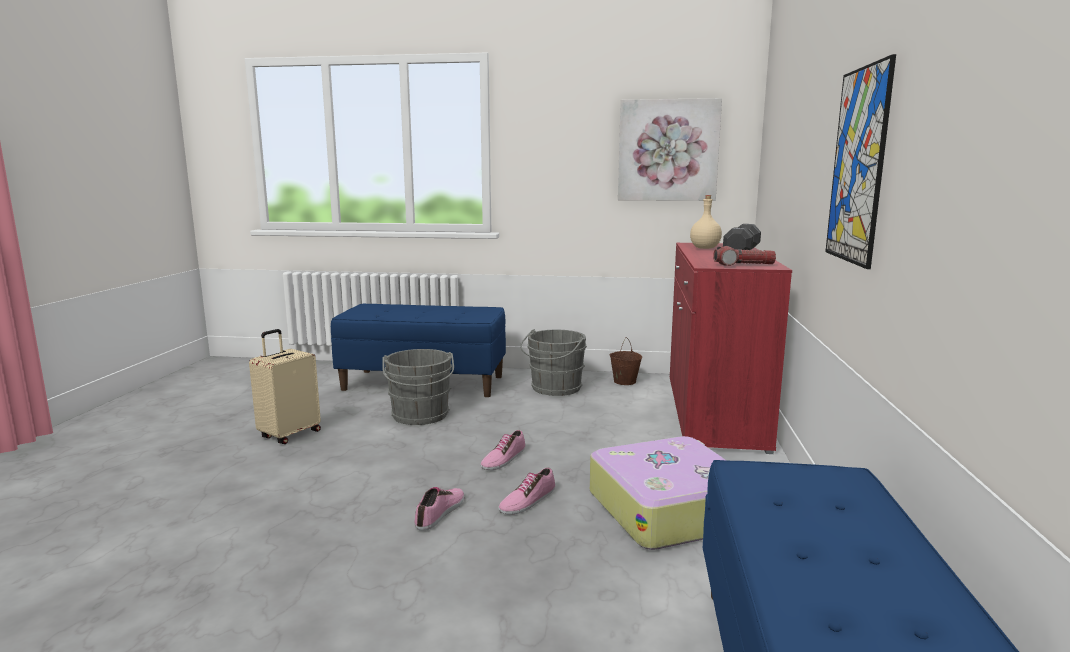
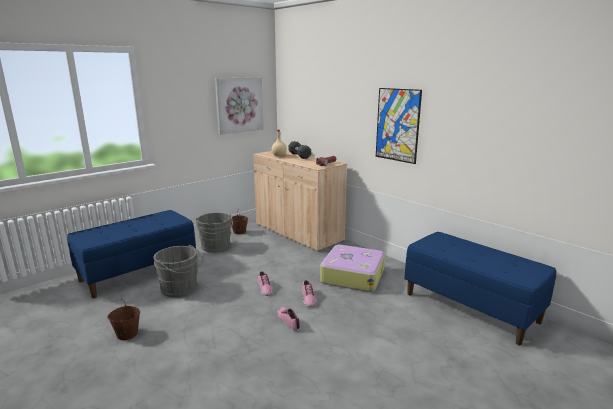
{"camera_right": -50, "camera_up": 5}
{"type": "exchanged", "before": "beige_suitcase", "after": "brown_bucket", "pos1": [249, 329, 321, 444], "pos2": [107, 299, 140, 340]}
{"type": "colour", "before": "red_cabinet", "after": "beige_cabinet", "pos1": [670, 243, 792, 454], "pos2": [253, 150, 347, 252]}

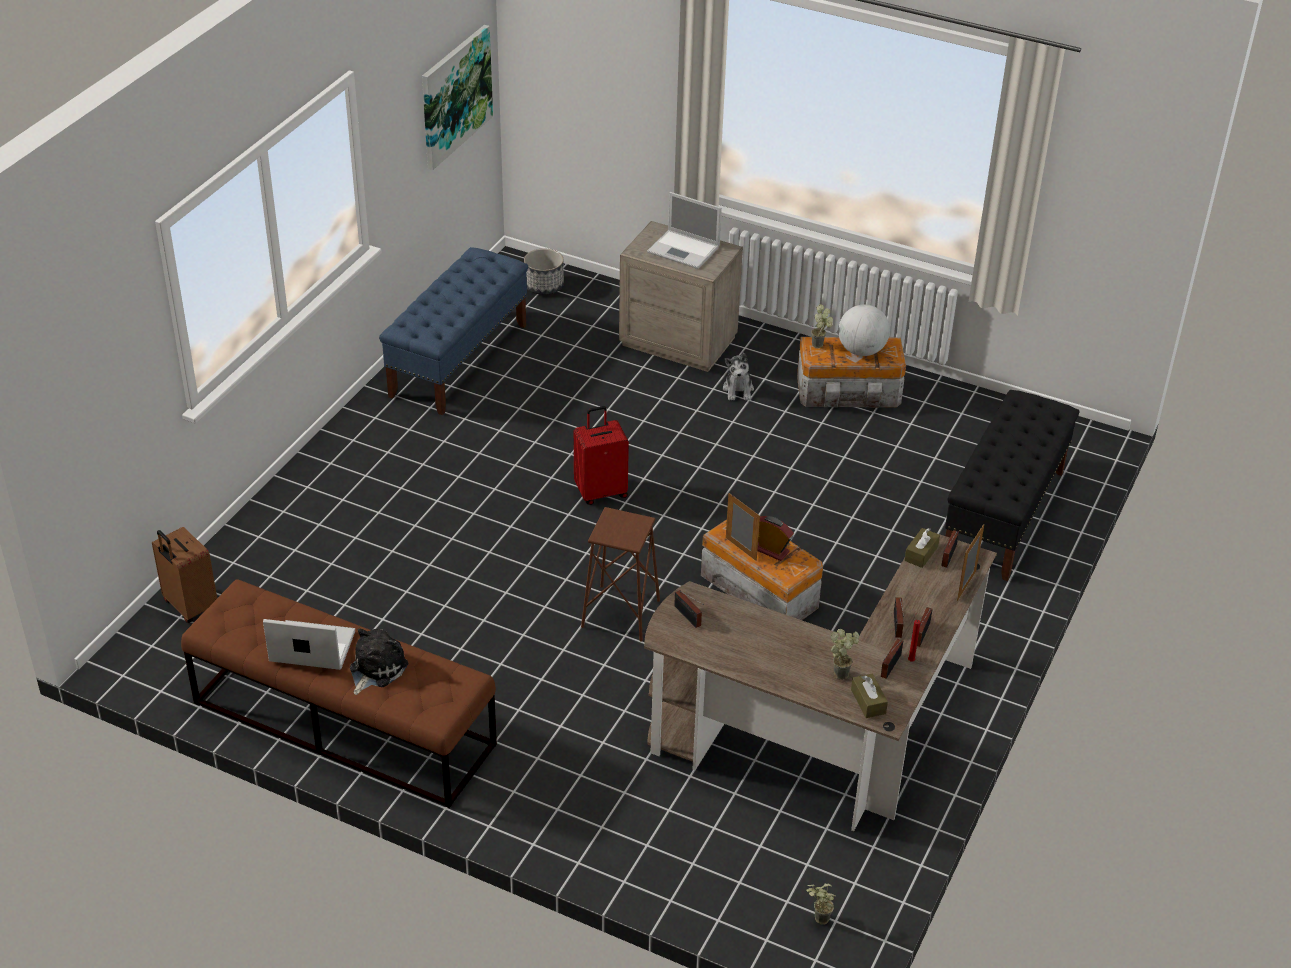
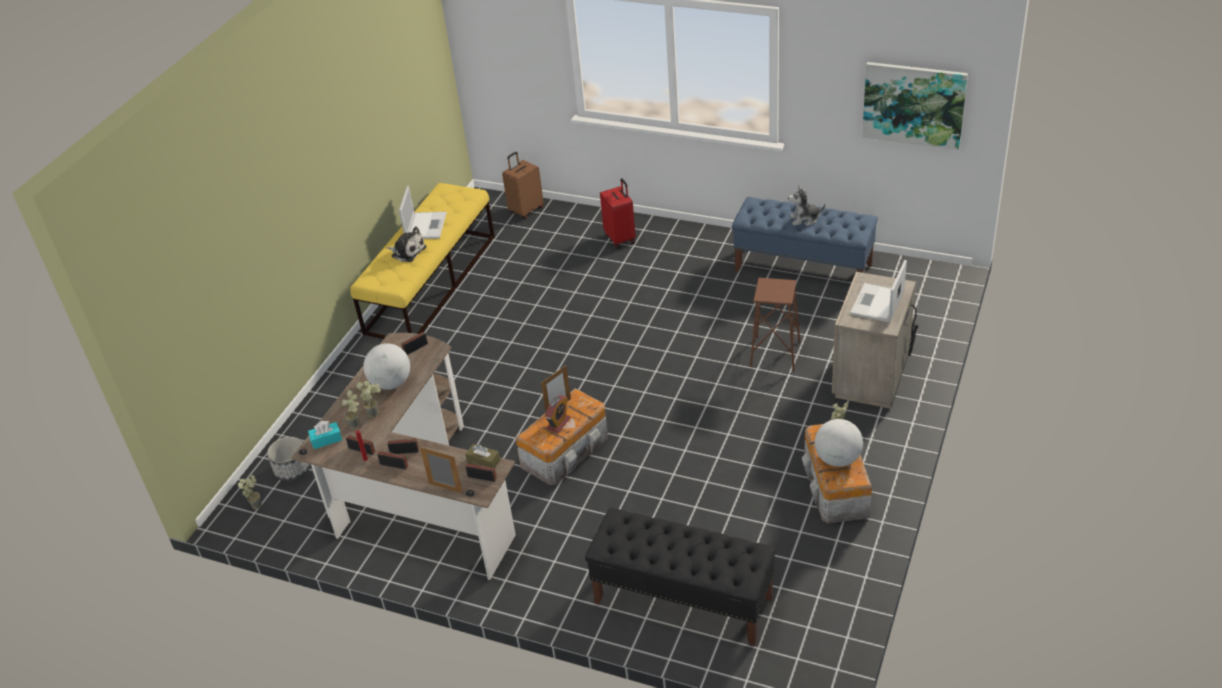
{"camera_right": 90, "camera_up": 0}
{"type": "relocated", "before": "planter", "pos1": [524, 249, 564, 295], "pos2": [267, 437, 310, 481]}
{"type": "colour", "before": "brown_tissue_box", "after": "turquoise_tissue_box", "pos1": [851, 673, 888, 718], "pos2": [308, 421, 342, 449]}
{"type": "colour", "before": "brown_bench", "after": "yellow_bench", "pos1": [181, 579, 497, 808], "pos2": [350, 183, 495, 339]}
{"type": "appeared", "after": "potted_plant", "pos2": [356, 381, 381, 418]}
{"type": "appeared", "after": "globe", "pos2": [363, 343, 410, 390]}
{"type": "relocated", "before": "red_suitcase", "pos1": [574, 406, 629, 505], "pos2": [600, 178, 636, 249]}
{"type": "relocated", "before": "brown_stool", "pos1": [581, 507, 660, 642], "pos2": [750, 278, 800, 371]}
{"type": "relocated", "before": "plush_toy", "pos1": [723, 353, 754, 400], "pos2": [788, 185, 825, 226]}

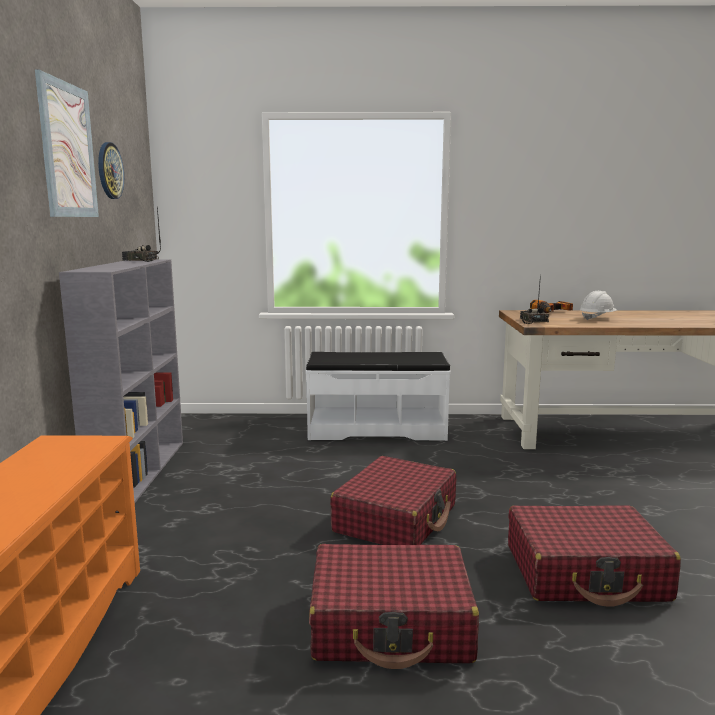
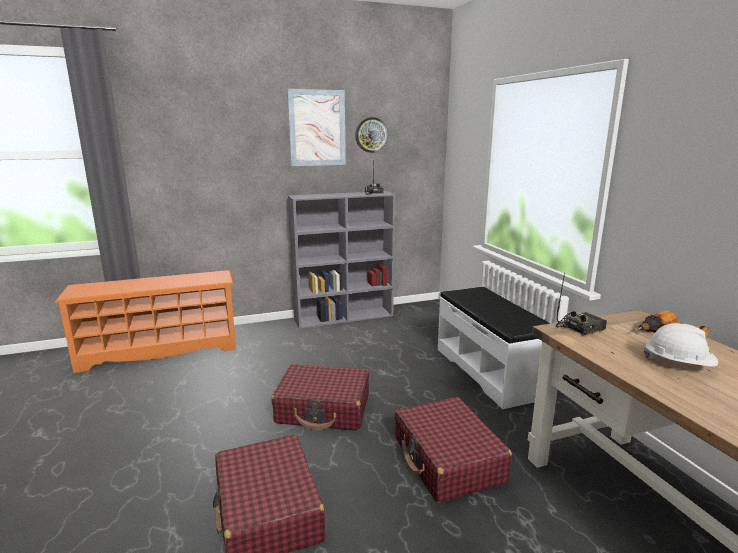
{"camera_right": 70, "camera_up": 5}
{"type": "relocated", "before": "red_suitcase", "pos1": [309, 544, 479, 669], "pos2": [395, 397, 512, 503]}

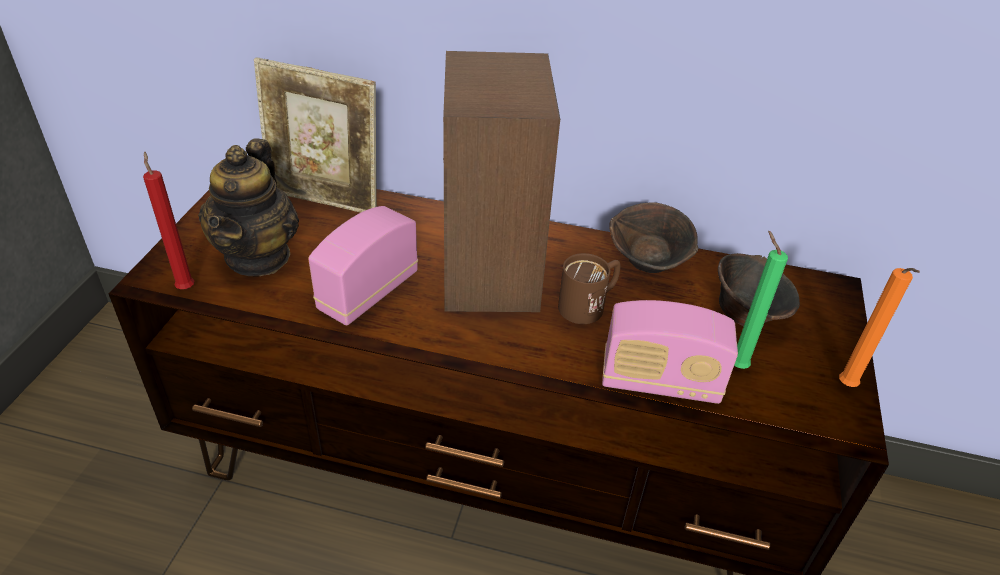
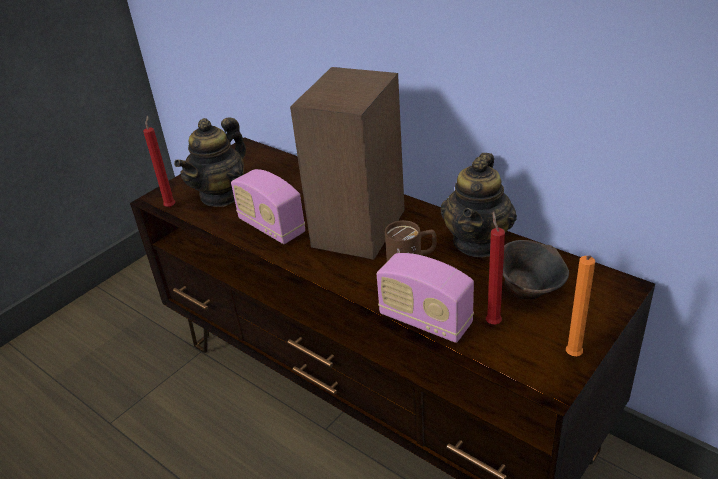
{"camera_right": 30, "camera_up": -5}
{"type": "spun", "before": "radio", "pos1": [308, 206, 418, 326], "pos2": [231, 169, 305, 244], "turn": -105}
{"type": "exchanged", "before": "brown_bowl", "after": "teapot", "pos1": [609, 202, 698, 273], "pos2": [441, 153, 517, 257]}
{"type": "colour", "before": "green_candle", "after": "red_candle", "pos1": [734, 231, 788, 369], "pos2": [486, 212, 505, 324]}
{"type": "missing", "before": "picture_frame", "pos1": [254, 57, 377, 213]}

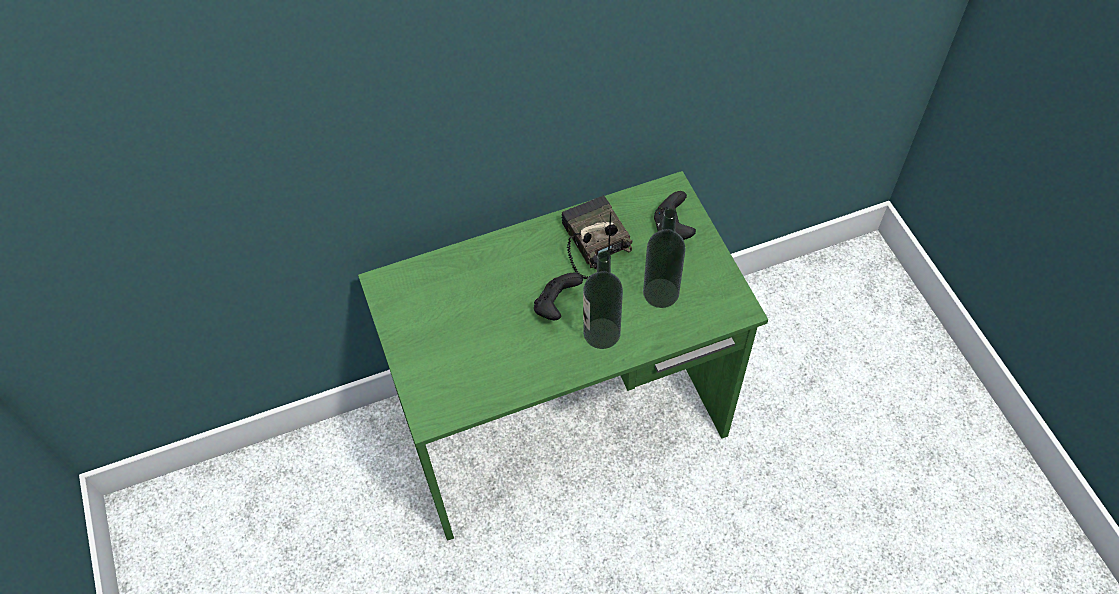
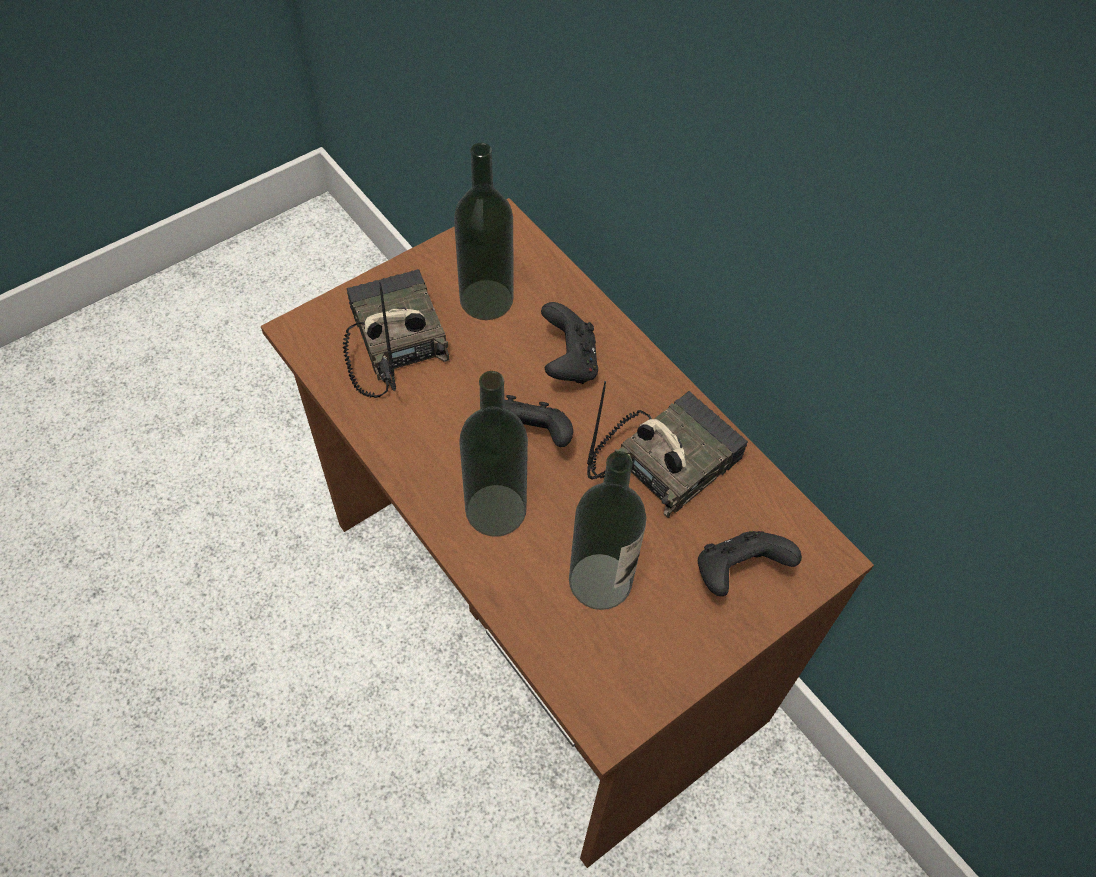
{"camera_right": 70, "camera_up": 0}
{"type": "colour", "before": "green_desk", "after": "brown_desk", "pos1": [358, 171, 768, 541], "pos2": [261, 198, 874, 868]}
{"type": "appeared", "after": "radio", "pos2": [342, 269, 449, 398]}
{"type": "appeared", "after": "bottle", "pos2": [454, 143, 514, 320]}
{"type": "appeared", "after": "black_game_controller", "pos2": [541, 302, 598, 384]}

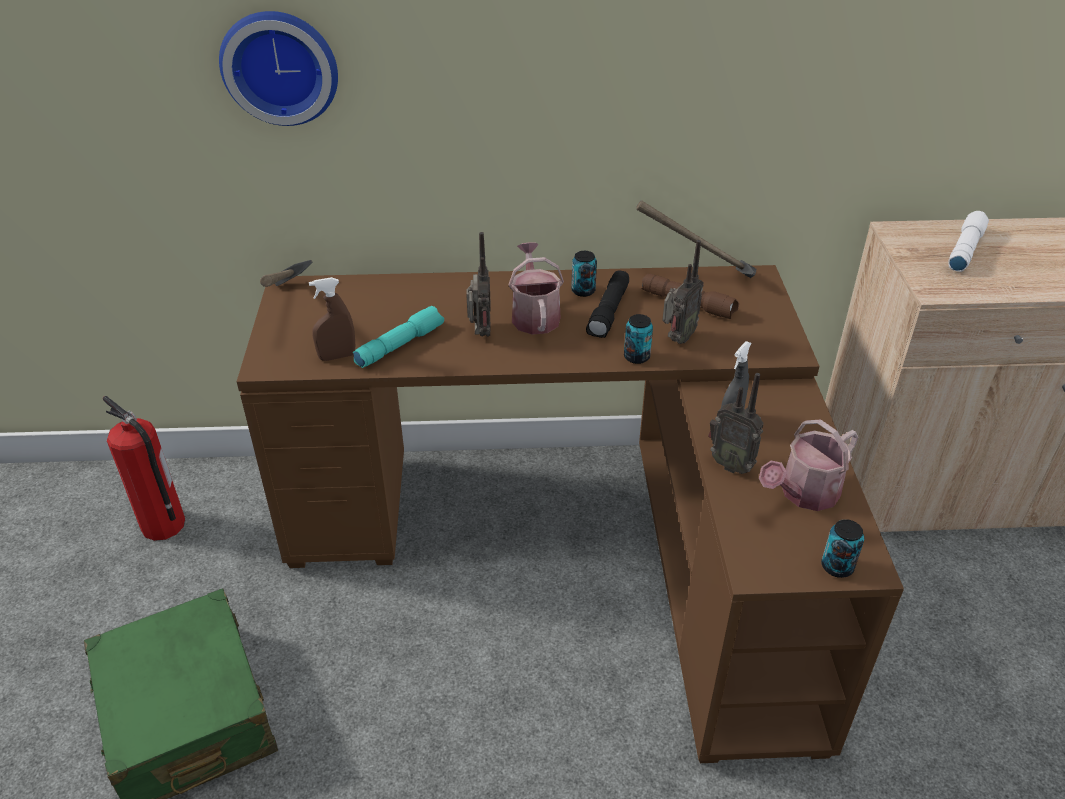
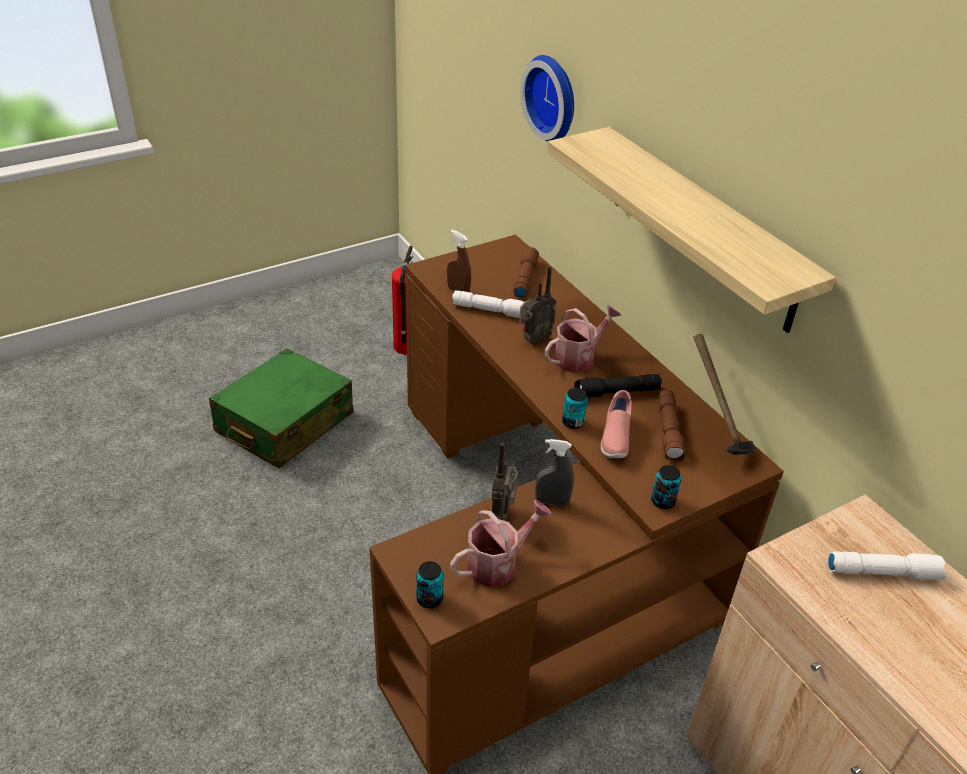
{"camera_right": 60, "camera_up": 0}
{"type": "spun", "before": "watering_can", "pos1": [759, 420, 859, 511], "pos2": [450, 500, 552, 588], "turn": 120}
{"type": "colour", "before": "turquoise_flashlight", "after": "white_flashlight", "pos1": [353, 306, 444, 368], "pos2": [452, 290, 524, 318]}
{"type": "appeared", "after": "brown_flashlight", "pos2": [514, 247, 539, 298]}
{"type": "appeared", "after": "shelf", "pos2": [547, 127, 836, 333]}
{"type": "exchanged", "before": "radio", "after": "pink_shoe", "pos1": [662, 240, 704, 344], "pos2": [601, 390, 632, 458]}
{"type": "relocated", "before": "can", "pos1": [571, 251, 597, 297], "pos2": [651, 465, 681, 509]}
{"type": "missing", "before": "hammer", "pos1": [260, 260, 312, 287]}

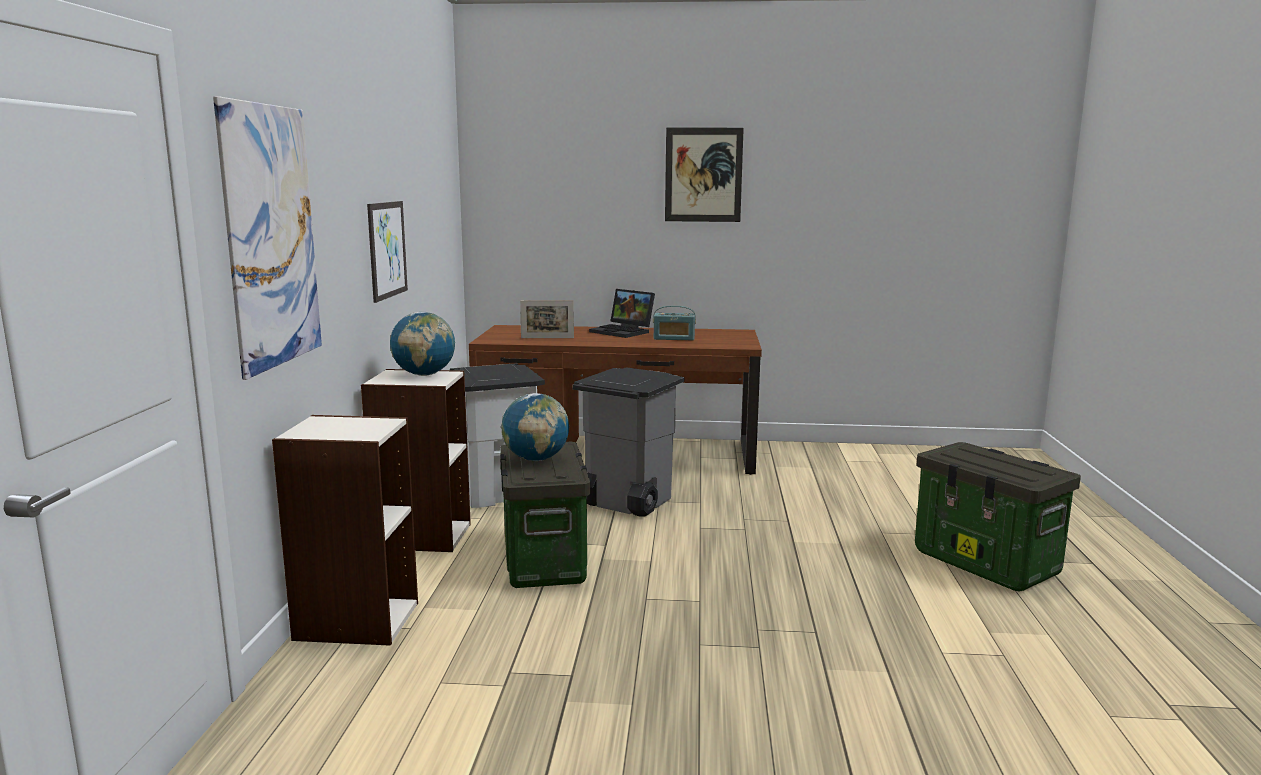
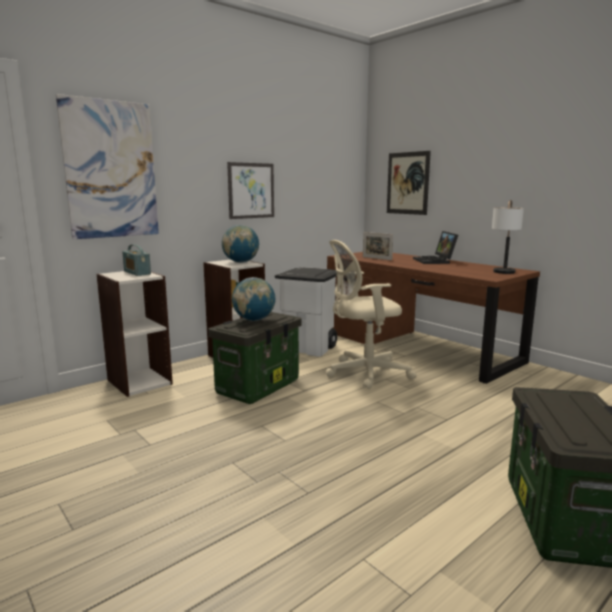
{"camera_right": 45, "camera_up": 0}
{"type": "relocated", "before": "radio", "pos1": [653, 306, 696, 340], "pos2": [122, 244, 151, 276]}
{"type": "exchanged", "before": "grey_trash_can", "after": "beige_office_chair", "pos1": [572, 367, 684, 517], "pos2": [325, 240, 417, 389]}
{"type": "relocated", "before": "picture", "pos1": [665, 128, 744, 222], "pos2": [387, 151, 431, 215]}
{"type": "appeared", "after": "table_lamp", "pos2": [492, 200, 524, 274]}

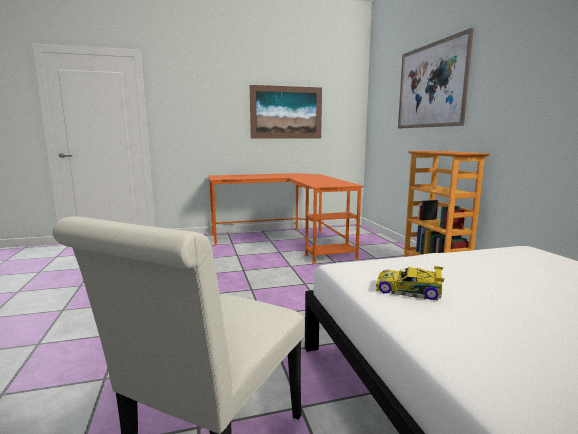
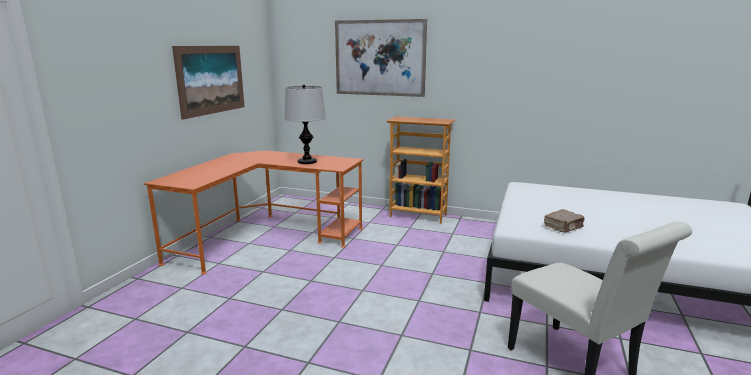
{"camera_right": -55, "camera_up": 5}
{"type": "appeared", "after": "table_lamp", "pos2": [284, 85, 326, 164]}
{"type": "exchanged", "before": "toy_car", "after": "brown_book", "pos1": [376, 266, 444, 301], "pos2": [544, 209, 584, 233]}

